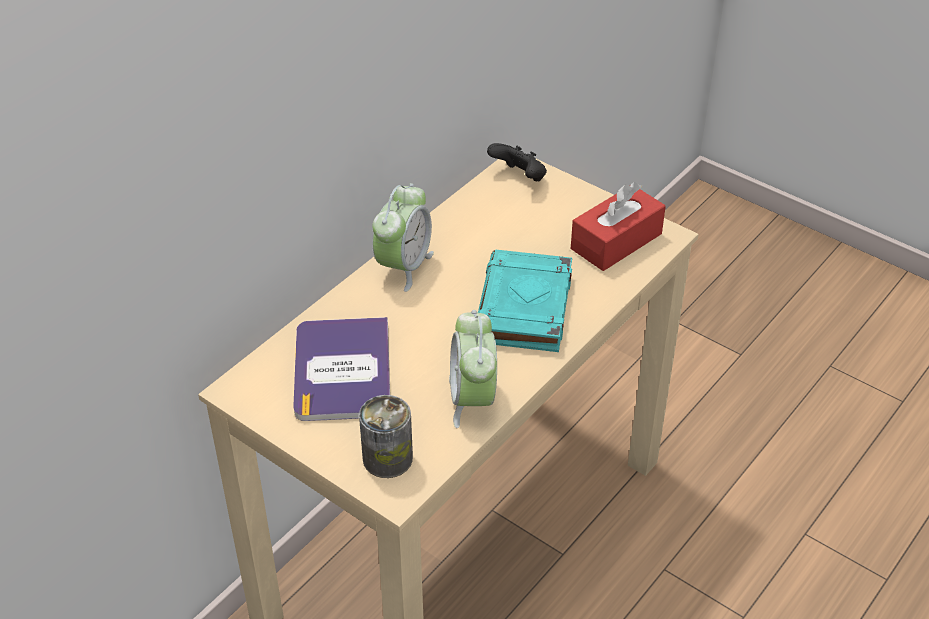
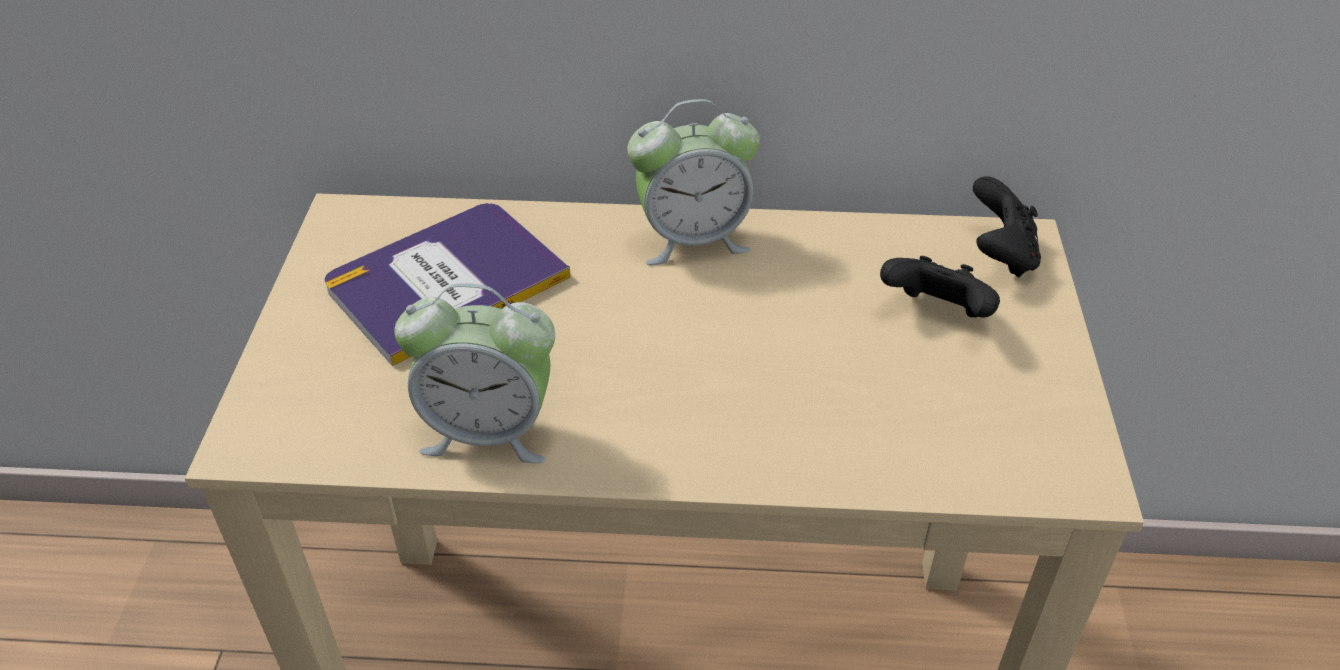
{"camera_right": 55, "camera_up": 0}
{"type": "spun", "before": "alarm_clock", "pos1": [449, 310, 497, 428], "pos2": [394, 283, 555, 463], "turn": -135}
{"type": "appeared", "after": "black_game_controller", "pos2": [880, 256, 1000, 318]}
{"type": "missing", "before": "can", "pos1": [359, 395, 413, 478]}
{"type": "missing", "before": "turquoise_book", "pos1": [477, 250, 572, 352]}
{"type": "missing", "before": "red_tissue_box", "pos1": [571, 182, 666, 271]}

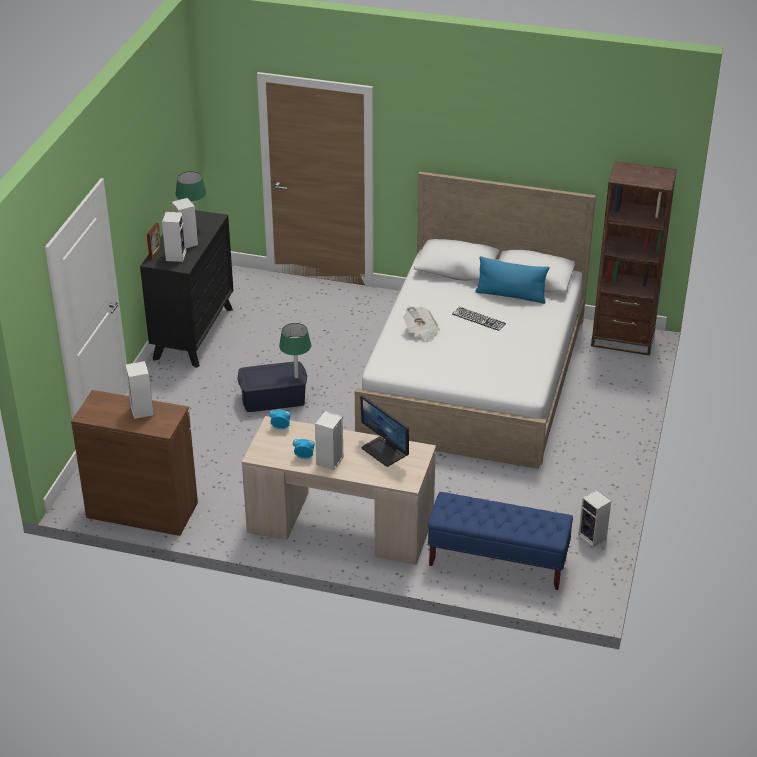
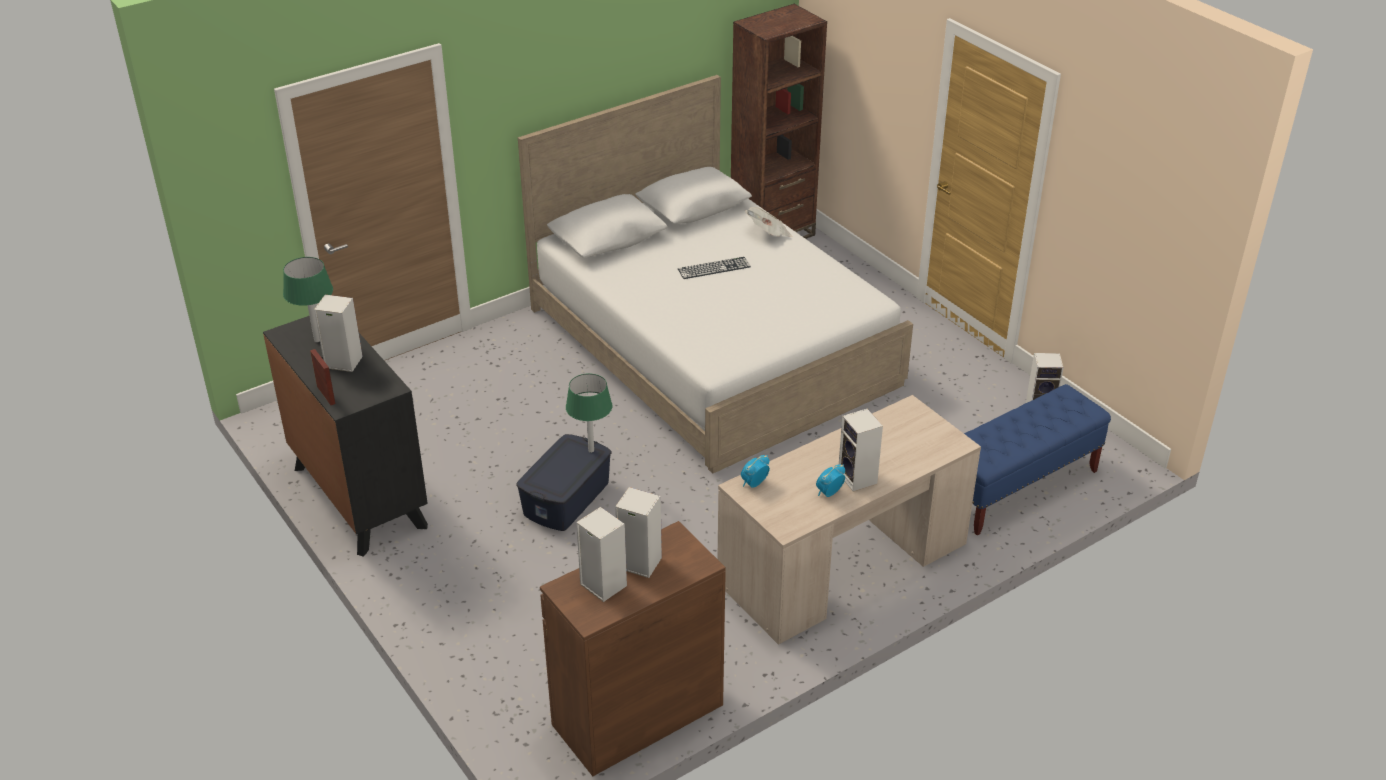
{"camera_right": -50, "camera_up": 0}
{"type": "relocated", "before": "speaker", "pos1": [162, 212, 187, 262], "pos2": [576, 507, 627, 602]}
{"type": "relocated", "before": "newspaper", "pos1": [403, 306, 440, 342], "pos2": [745, 207, 792, 237]}
{"type": "missing", "before": "monitor", "pos1": [360, 395, 409, 467]}
{"type": "missing", "before": "blue_pillow", "pos1": [475, 256, 550, 304]}

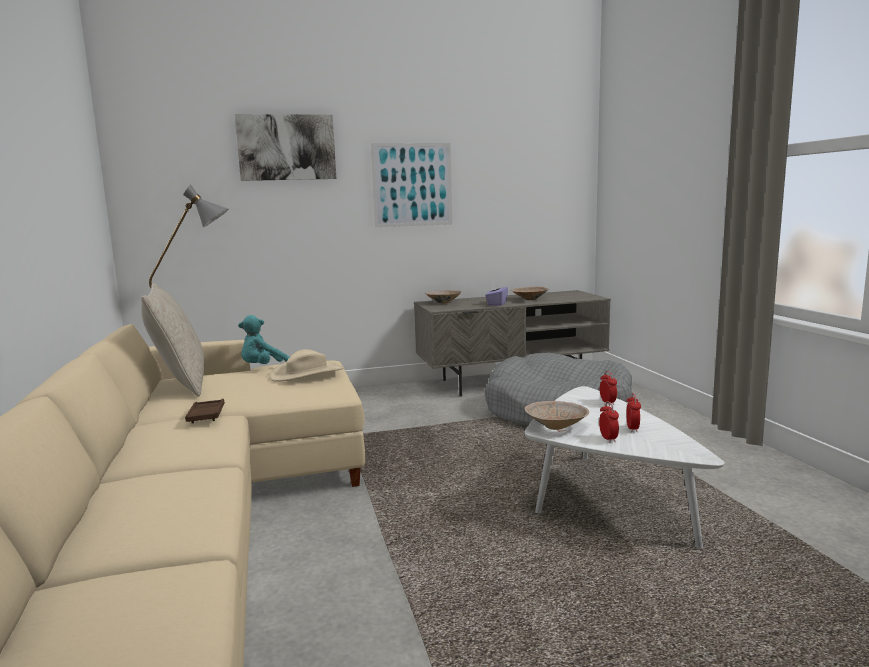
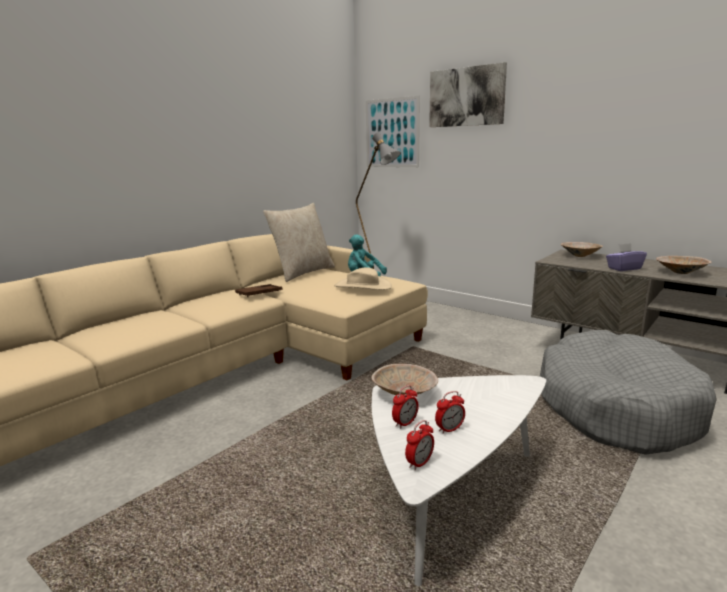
{"camera_right": 55, "camera_up": 5}
{"type": "relocated", "before": "picture", "pos1": [371, 143, 452, 227], "pos2": [366, 96, 420, 167]}
{"type": "relocated", "before": "alarm_clock", "pos1": [600, 371, 617, 406], "pos2": [405, 420, 434, 470]}

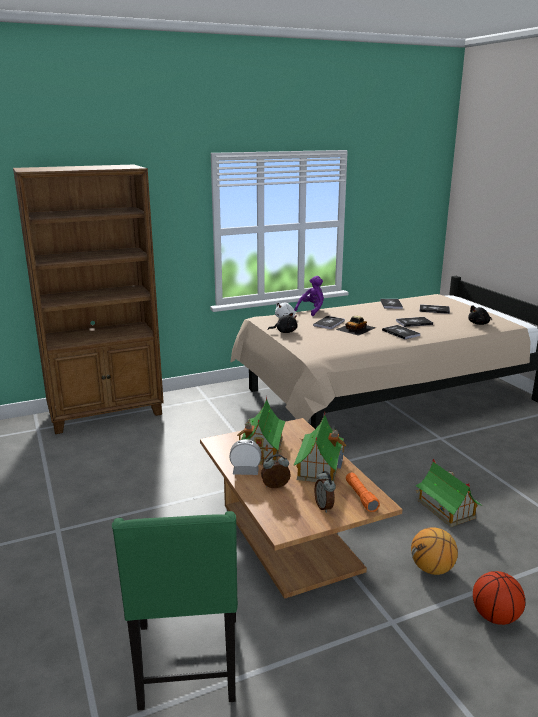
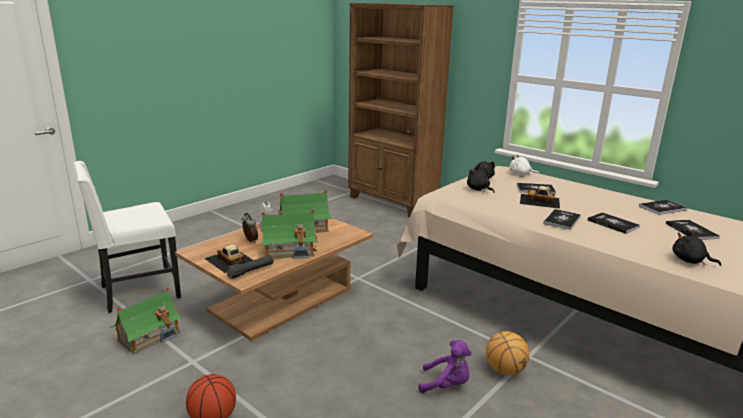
{"camera_right": 65, "camera_up": 0}
{"type": "colour", "before": "green_chair", "after": "white_chair", "pos1": [112, 511, 238, 710], "pos2": [73, 161, 181, 313]}
{"type": "relocated", "before": "toy_house", "pos1": [415, 459, 483, 527], "pos2": [110, 288, 183, 354]}
{"type": "exchanged", "before": "alarm_clock", "after": "toy_car", "pos1": [315, 471, 336, 513], "pos2": [204, 244, 253, 273]}
{"type": "colour", "before": "orange_flashlight", "after": "black_flashlight", "pos1": [346, 473, 380, 512], "pos2": [226, 255, 274, 279]}
{"type": "relocated", "before": "purple_plush_toy", "pos1": [294, 276, 324, 316], "pos2": [419, 340, 472, 393]}
{"type": "appeared", "after": "black_plush_toy", "pos2": [467, 167, 495, 193]}
{"type": "relocated", "before": "basketball", "pos1": [411, 527, 458, 575], "pos2": [486, 331, 530, 375]}

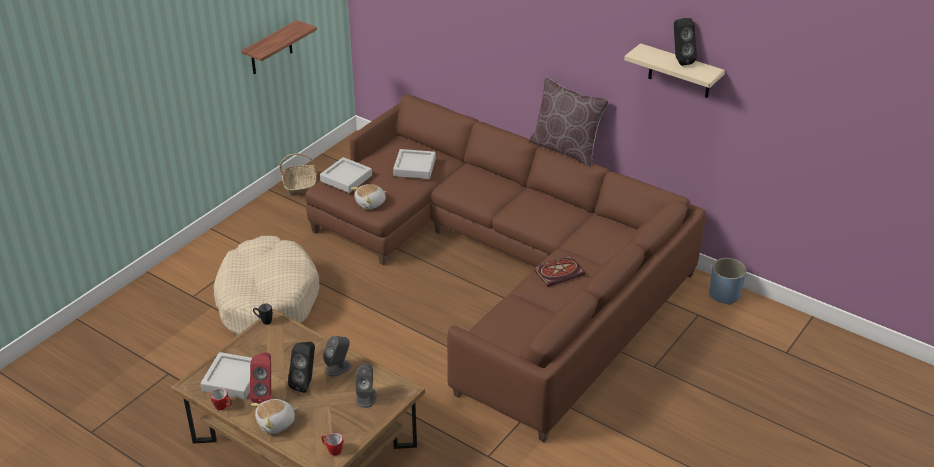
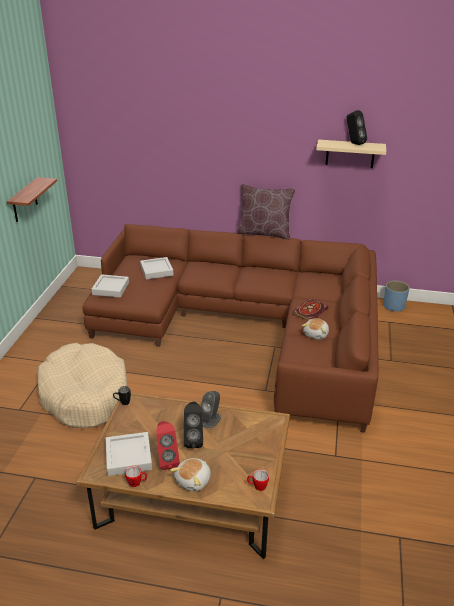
{"camera_right": -25, "camera_up": -5}
{"type": "relocated", "before": "plush_toy", "pos1": [351, 184, 386, 210], "pos2": [302, 318, 329, 340]}
{"type": "missing", "before": "basket", "pos1": [279, 153, 317, 196]}
{"type": "missing", "before": "grey_speaker", "pos1": [356, 363, 377, 408]}

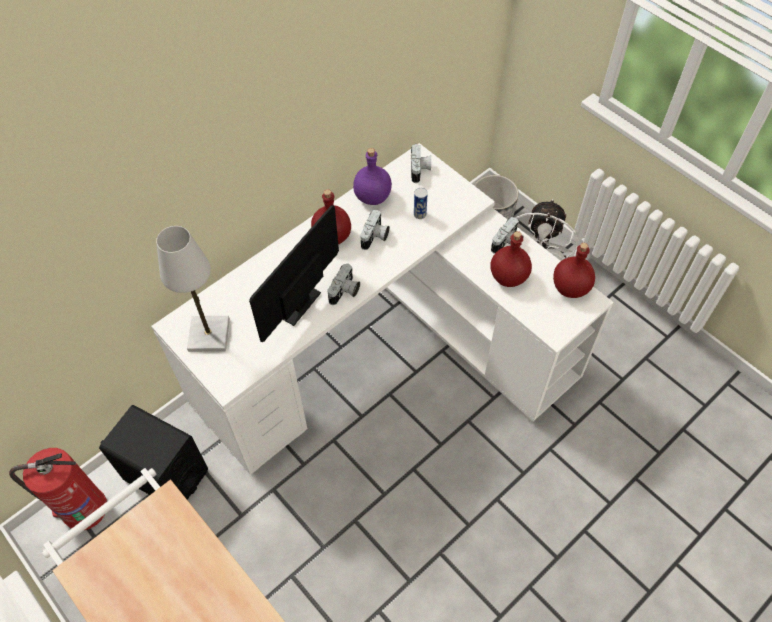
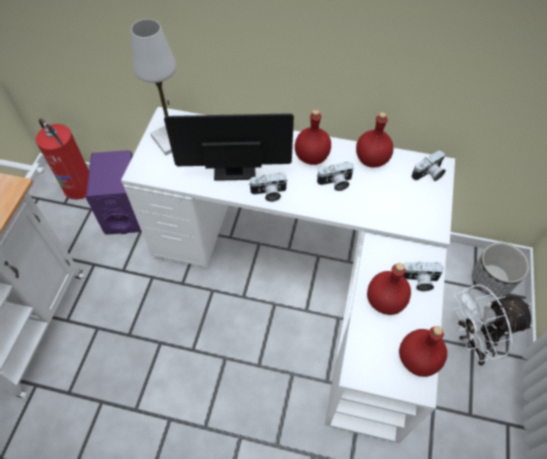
{"camera_right": 55, "camera_up": 0}
{"type": "colour", "before": "black_speaker", "after": "purple_speaker", "pos1": [99, 405, 208, 500], "pos2": [86, 150, 142, 235]}
{"type": "colour", "before": "purple_bottle", "after": "red_bottle", "pos1": [353, 148, 392, 205], "pos2": [356, 112, 393, 167]}
{"type": "missing", "before": "can", "pos1": [414, 188, 428, 219]}

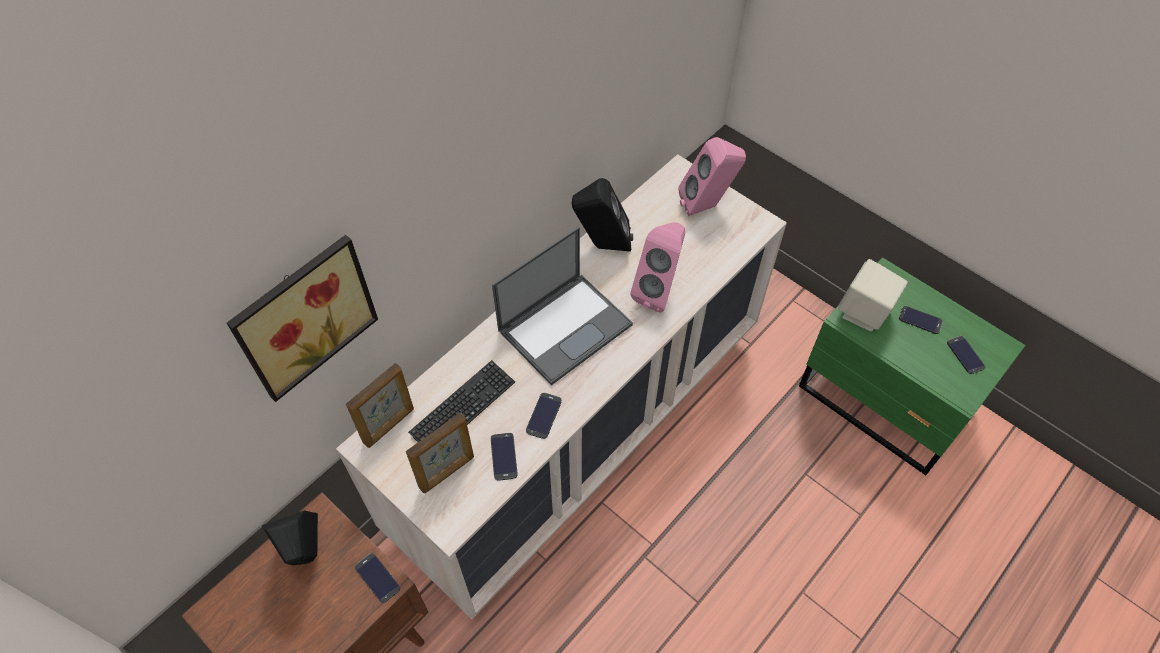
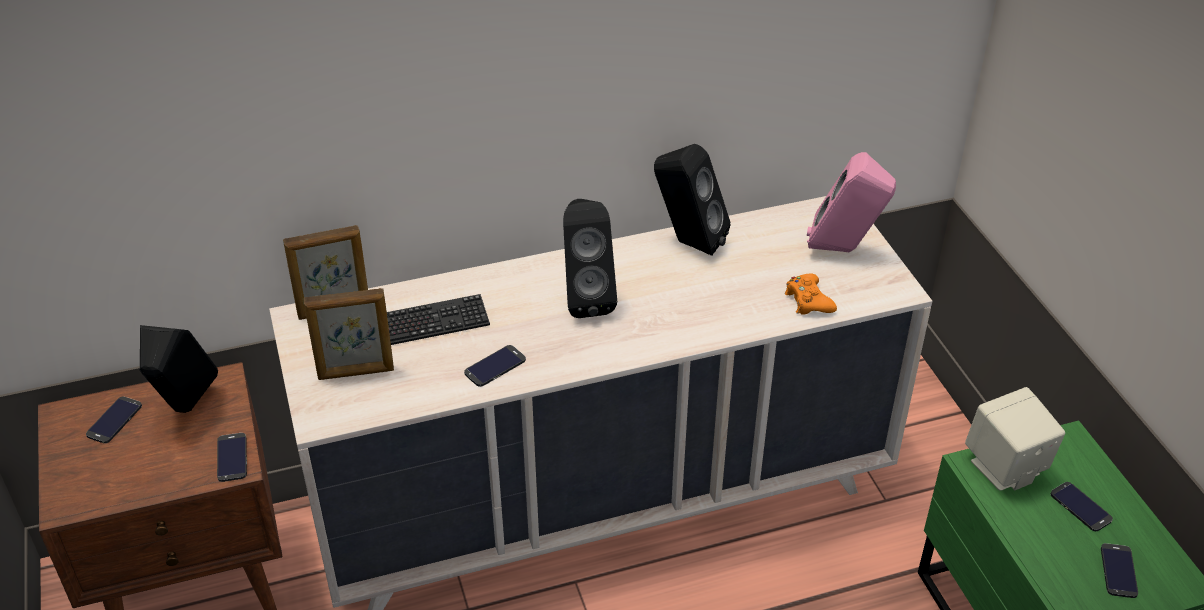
{"camera_right": 30, "camera_up": -15}
{"type": "relocated", "before": "phone", "pos1": [491, 433, 518, 481], "pos2": [86, 397, 142, 443]}
{"type": "exchanged", "before": "laptop", "after": "black_speaker", "pos1": [492, 227, 633, 385], "pos2": [563, 199, 617, 318]}
{"type": "appeared", "after": "orange_game_controller", "pos2": [785, 274, 837, 315]}
{"type": "missing", "before": "picture", "pos1": [227, 235, 378, 402]}
{"type": "missing", "before": "pink_speaker", "pos1": [630, 222, 686, 312]}

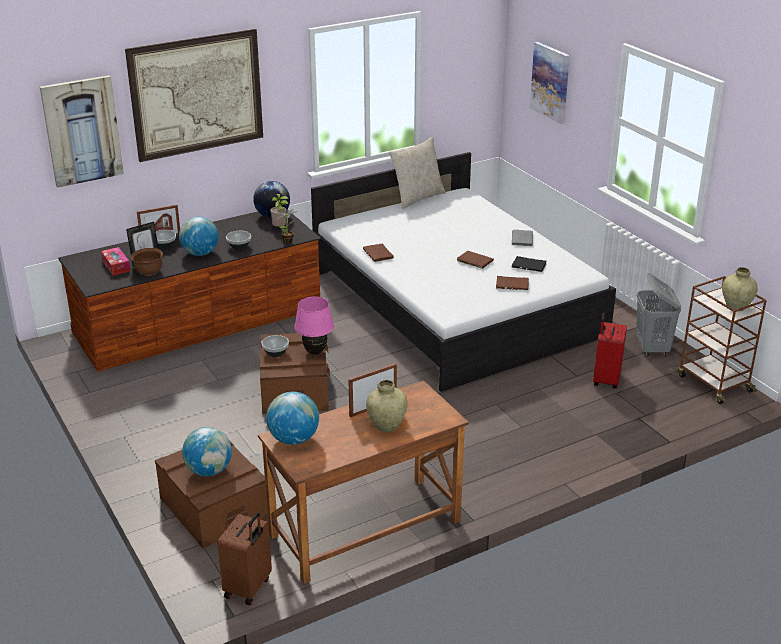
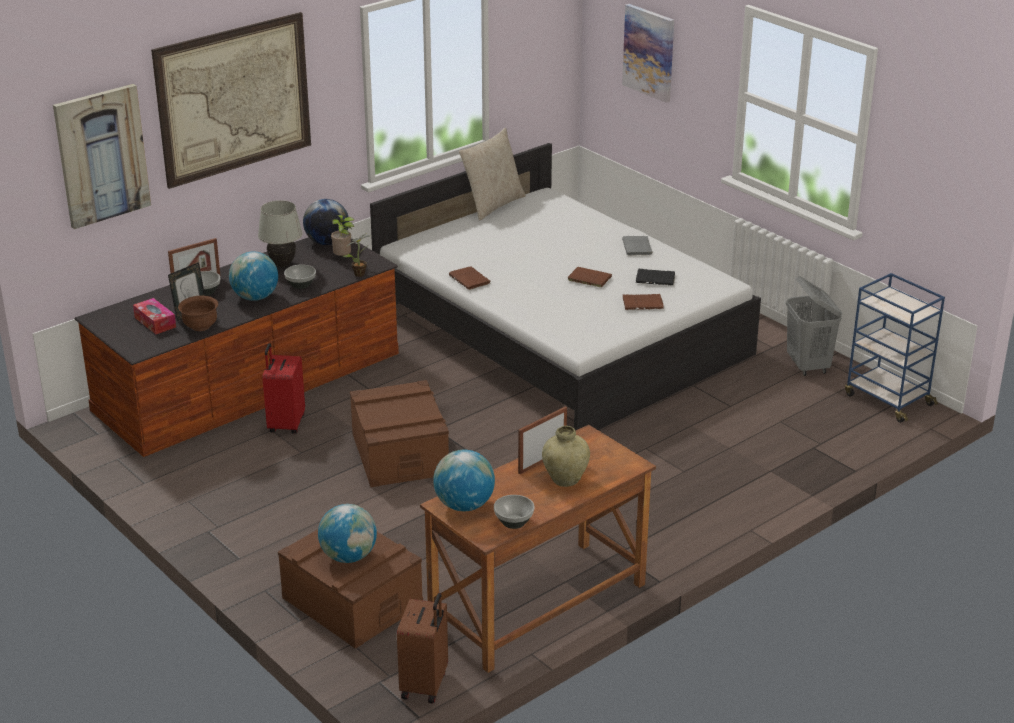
{"camera_right": -10, "camera_up": 0}
{"type": "appeared", "after": "white_table_lamp", "pos2": [258, 200, 303, 267]}
{"type": "relocated", "before": "red_suitcase", "pos1": [593, 312, 627, 389], "pos2": [262, 343, 305, 434]}
{"type": "relocated", "before": "bowl", "pos1": [261, 335, 289, 357], "pos2": [494, 495, 534, 529]}
{"type": "colour", "before": "brown_cart", "after": "blue_cart", "pos1": [678, 276, 767, 404], "pos2": [845, 273, 945, 423]}
{"type": "missing", "before": "pink_table_lamp", "pos1": [294, 297, 334, 355]}
{"type": "missing", "before": "beige_vase", "pos1": [722, 267, 757, 311]}

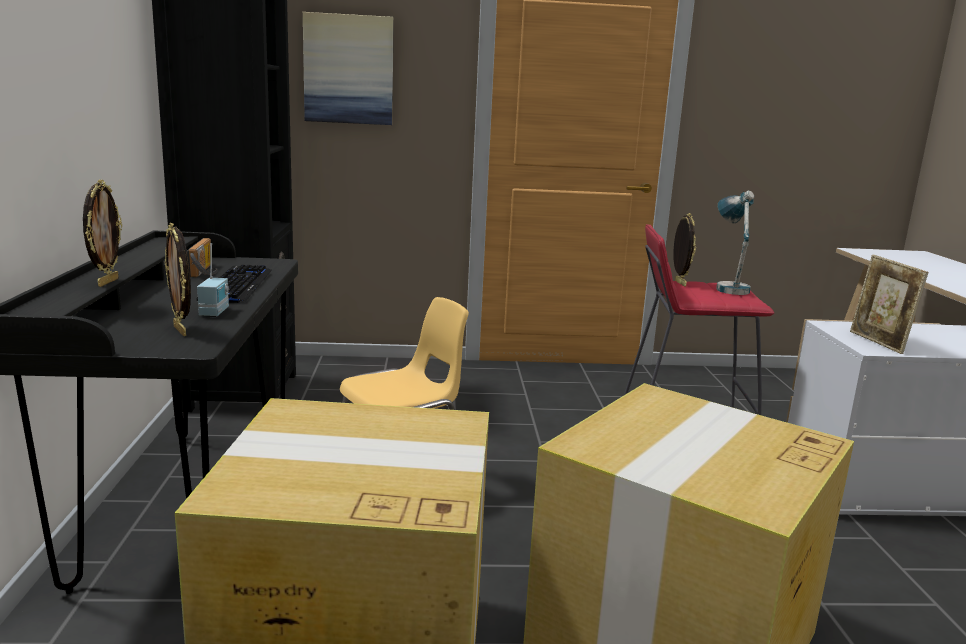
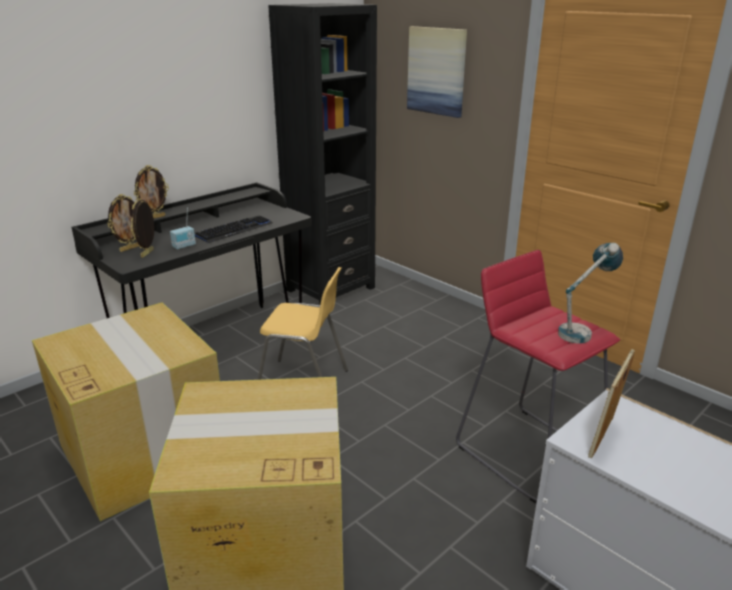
{"camera_right": 50, "camera_up": 10}
{"type": "relocated", "before": "picture_frame", "pos1": [673, 213, 696, 287], "pos2": [107, 194, 139, 252]}
{"type": "missing", "before": "radio", "pos1": [187, 238, 217, 277]}

